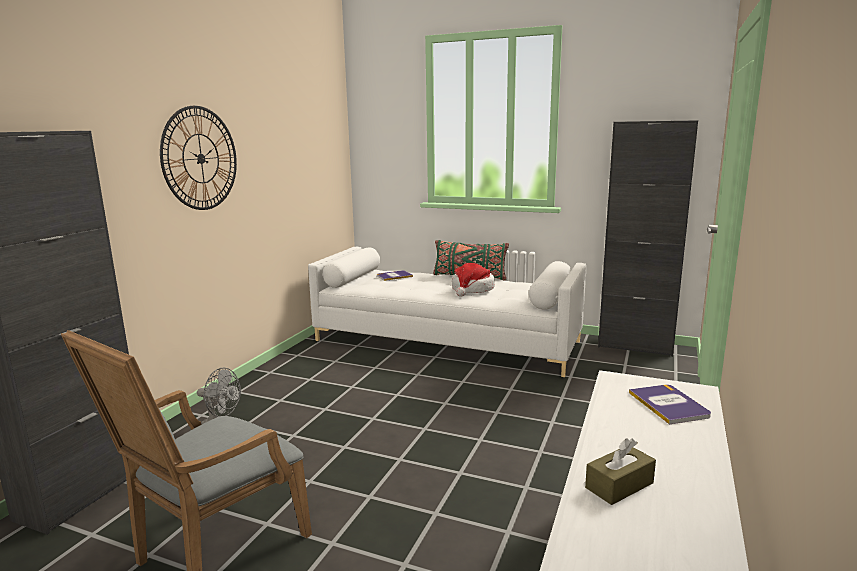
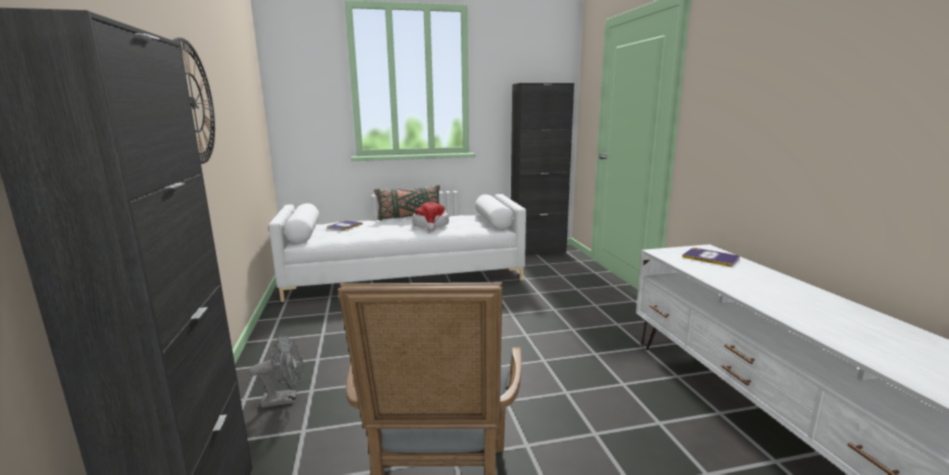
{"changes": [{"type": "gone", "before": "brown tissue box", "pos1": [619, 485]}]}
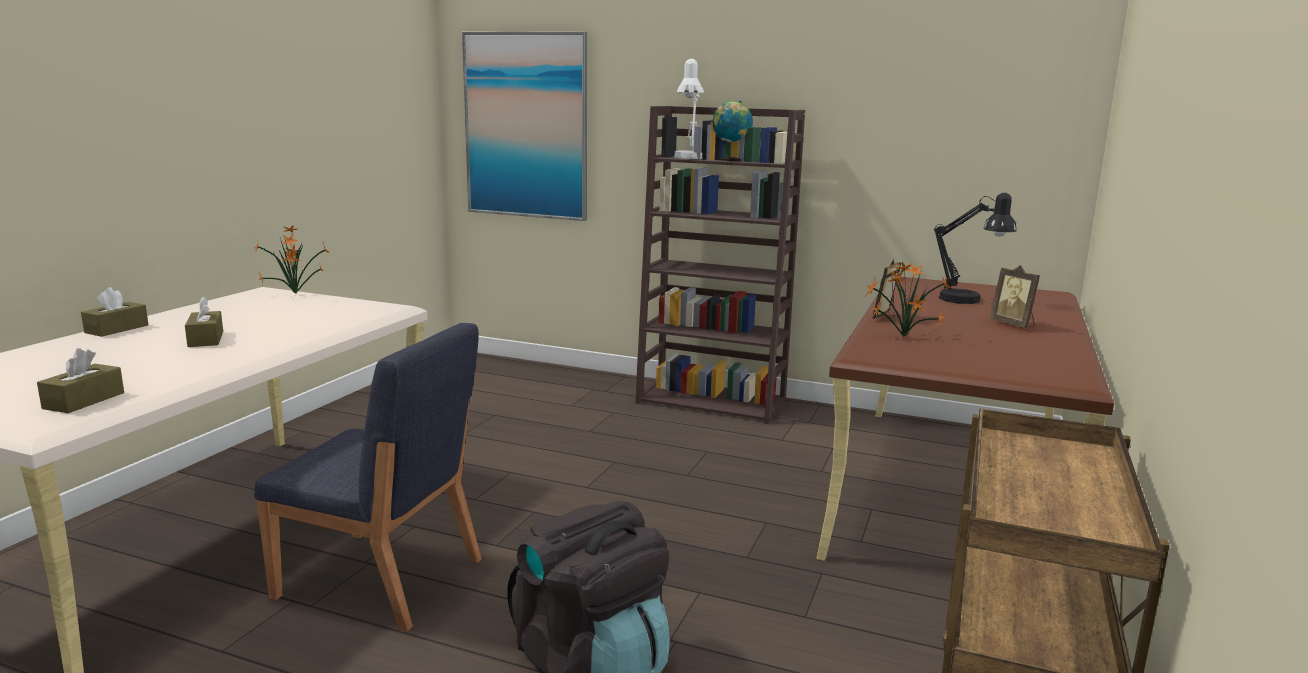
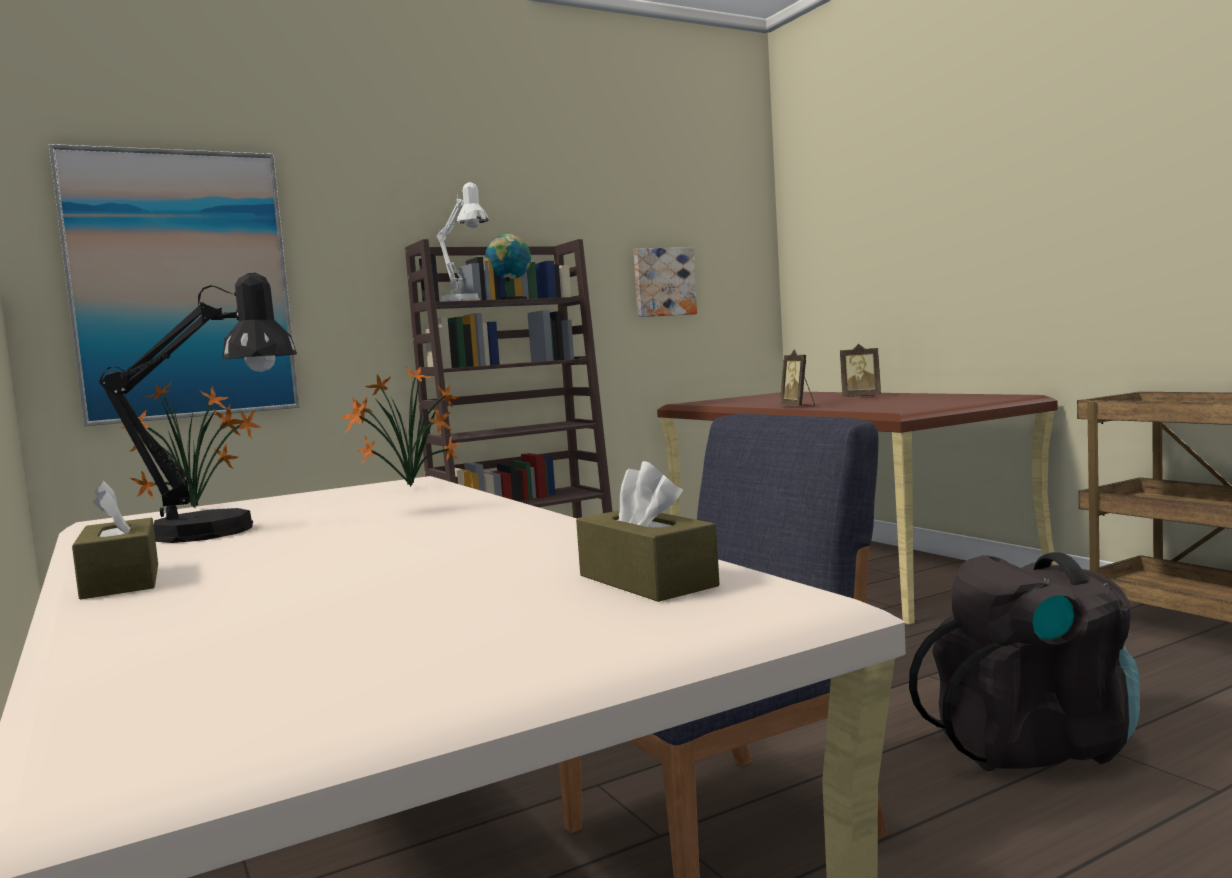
{"changes": [{"type": "shifted", "before": "black table lamp", "pos1": [968, 300], "pos2": [226, 530]}, {"type": "shifted", "before": "potted plant", "pos1": [901, 337], "pos2": [407, 487]}, {"type": "new", "after": "picture", "pos2": [663, 282]}, {"type": "gone", "before": "brown tissue box", "pos1": [206, 339]}]}
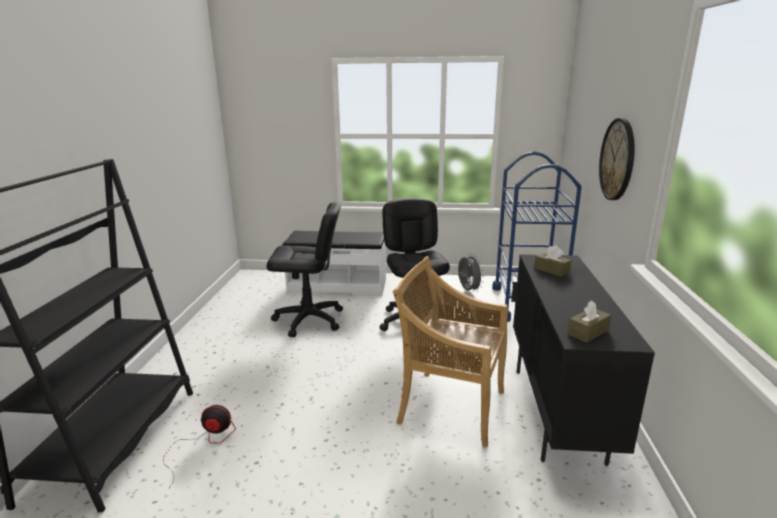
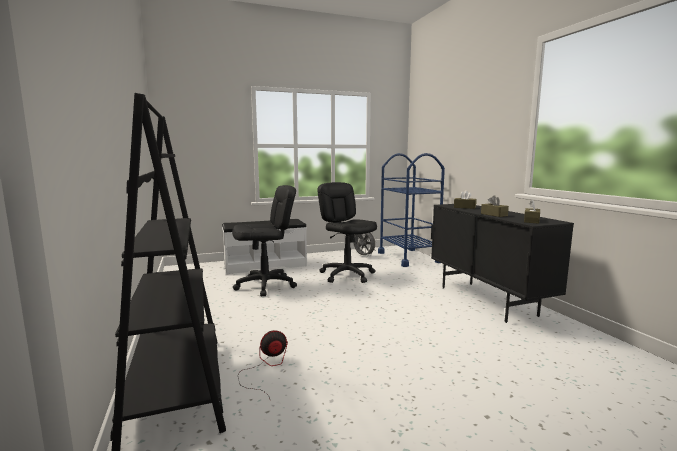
{"changes": [{"type": "new", "after": "brown tissue box", "pos2": [494, 215]}, {"type": "gone", "before": "beige chair", "pos1": [450, 406]}, {"type": "gone", "before": "wall clock", "pos1": [617, 159]}]}
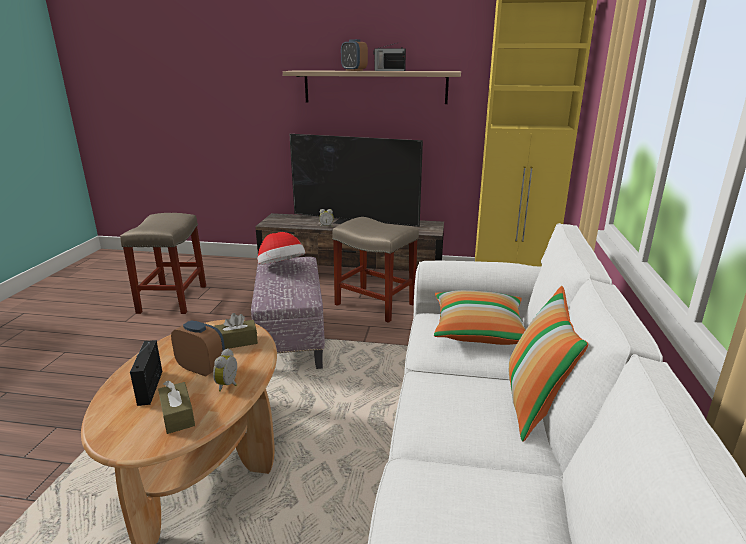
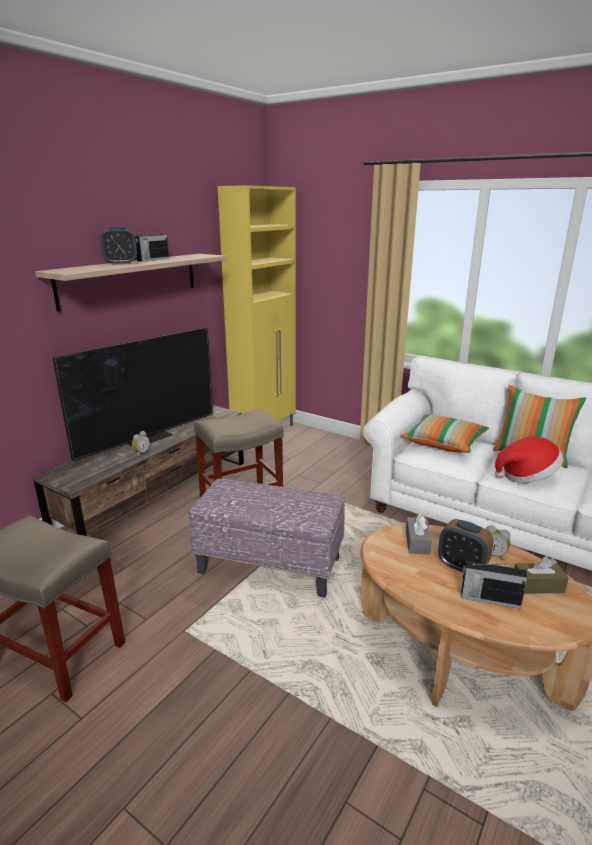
{"changes": [{"type": "repainted", "before": "brown tissue box", "after": "grey tissue box", "pos1": [236, 342], "pos2": [417, 542]}, {"type": "rotated", "before": "alarm clock", "pos1": [202, 368], "pos2": [462, 566], "turn": -105}, {"type": "shifted", "before": "hat", "pos1": [281, 268], "pos2": [526, 476]}]}
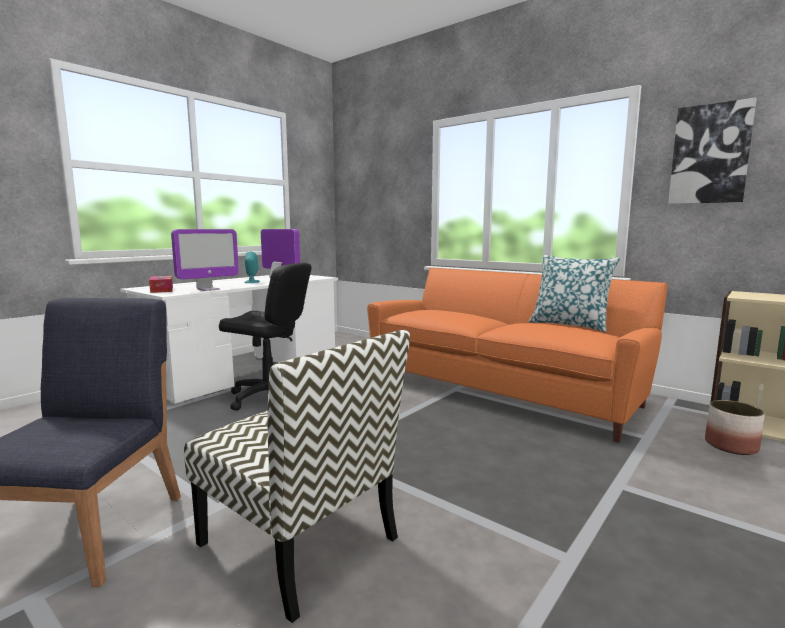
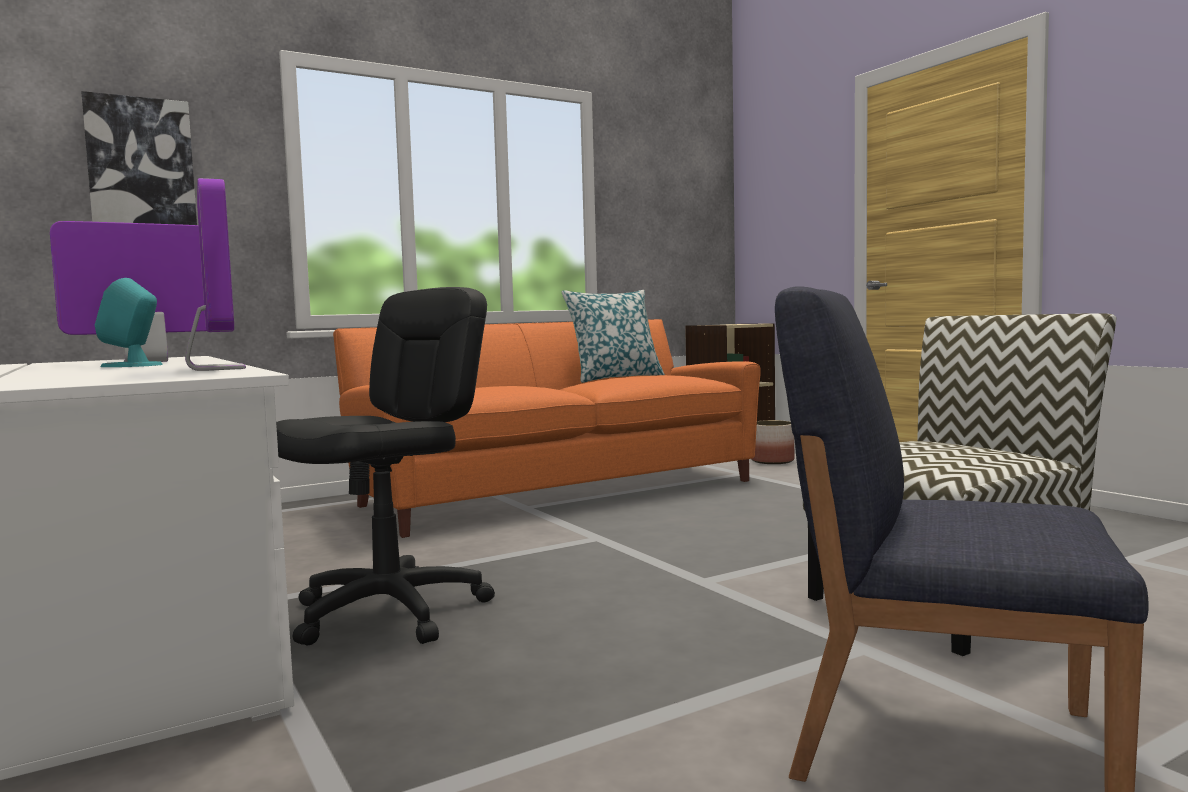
{"changes": [{"type": "shifted", "before": "picture", "pos1": [710, 154], "pos2": [141, 169]}, {"type": "gone", "before": "tissue box", "pos1": [162, 290]}]}
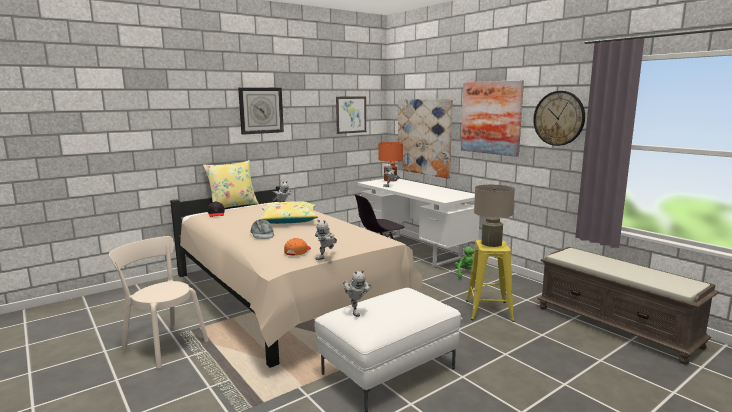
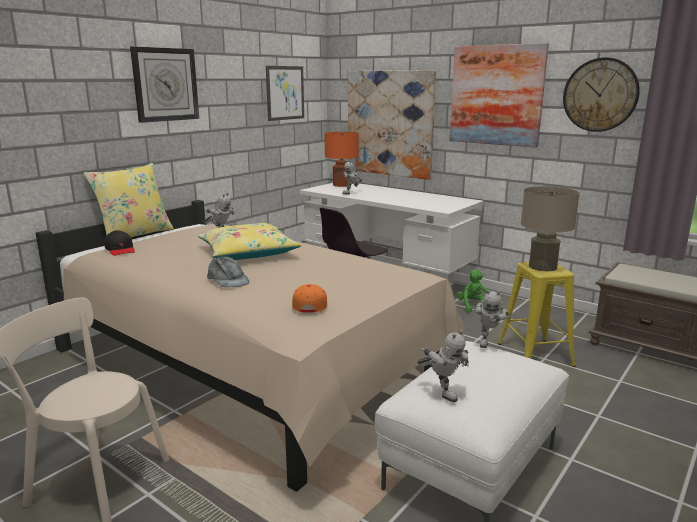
{"changes": [{"type": "shifted", "before": "toy robot", "pos1": [327, 258], "pos2": [488, 342]}]}
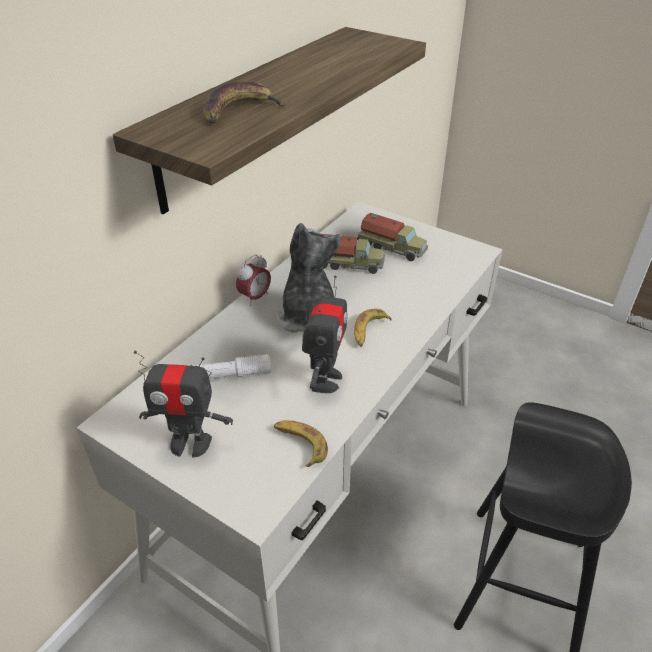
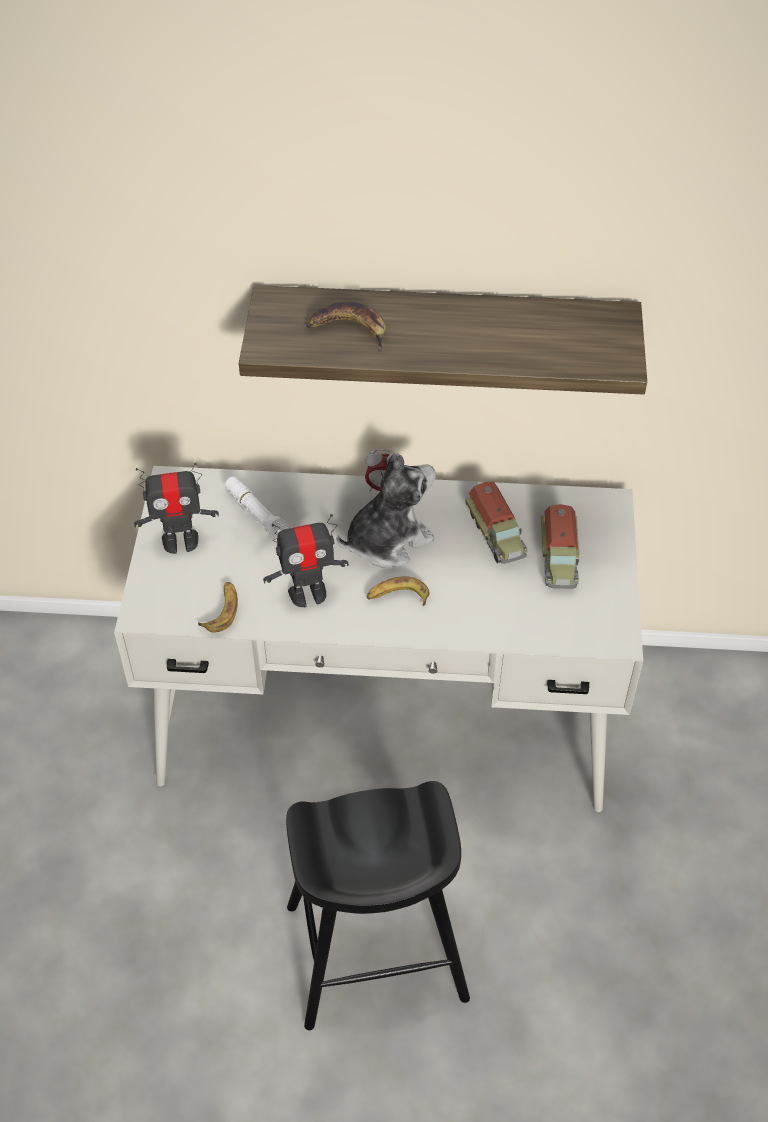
{"changes": [{"type": "rotated", "before": "toy robot", "pos1": [190, 443], "pos2": [180, 541], "turn": -75}]}
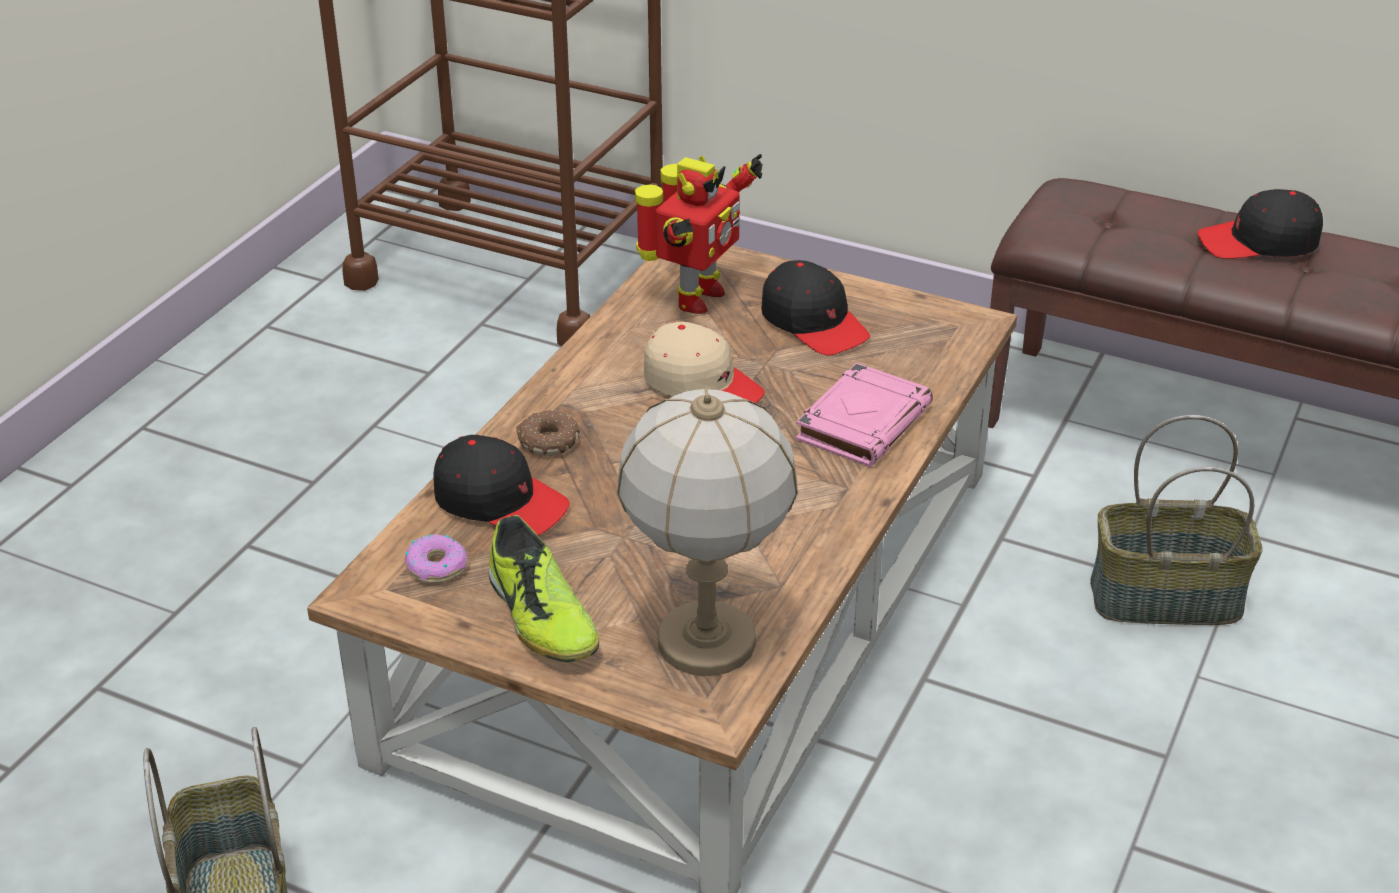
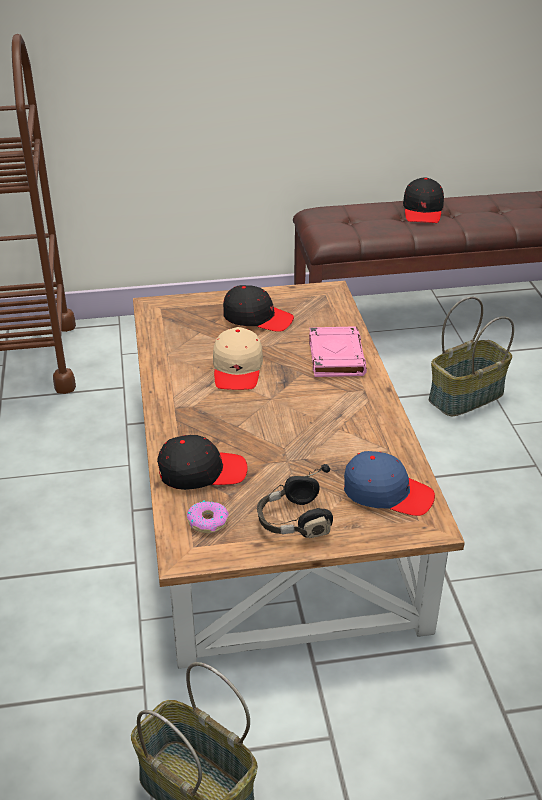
{"changes": [{"type": "rotated", "before": "beige cap", "pos1": [702, 385], "pos2": [237, 369], "turn": 90}, {"type": "swapped", "before": "shoe", "after": "black headphones", "pos1": [541, 617], "pos2": [294, 521]}, {"type": "swapped", "before": "table lamp", "after": "blue cap", "pos1": [707, 641], "pos2": [387, 493]}, {"type": "rotated", "before": "black cap", "pos1": [1259, 242], "pos2": [423, 210], "turn": -45}, {"type": "gone", "before": "donut", "pos1": [547, 441]}, {"type": "gone", "before": "toy robot", "pos1": [695, 298]}]}
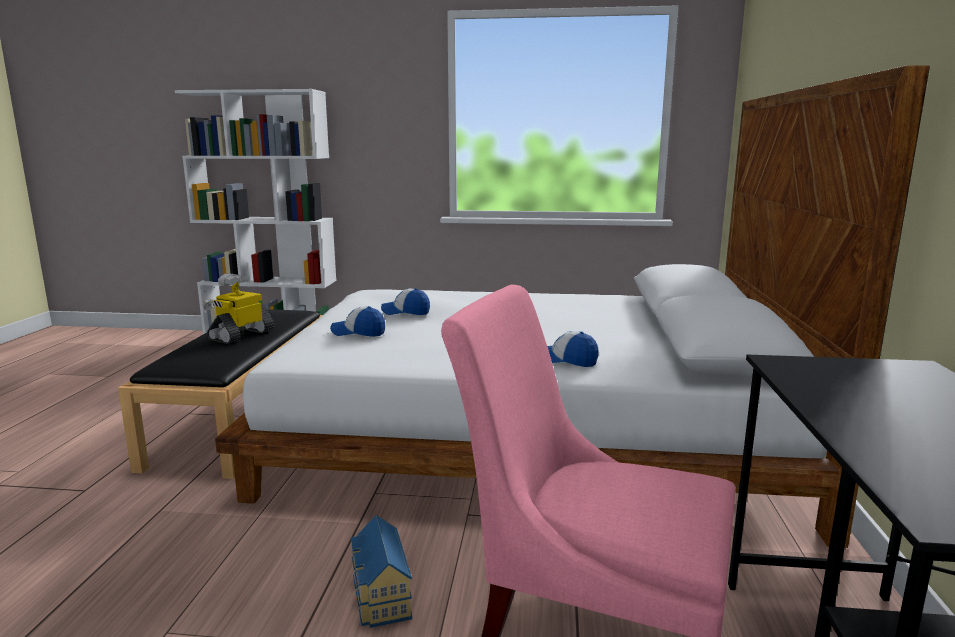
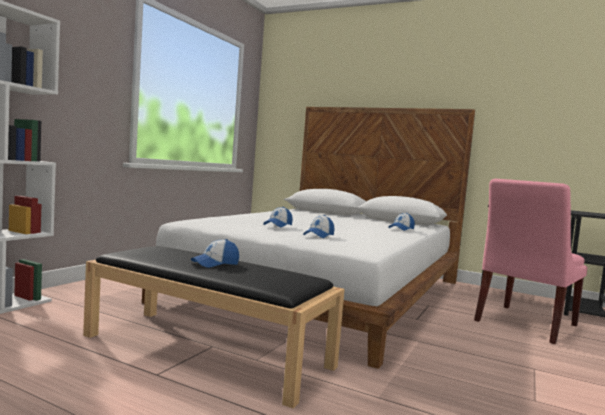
{"changes": [{"type": "swapped", "before": "toy robot", "after": "cap", "pos1": [241, 335], "pos2": [215, 264]}, {"type": "gone", "before": "toy house", "pos1": [379, 596]}]}
